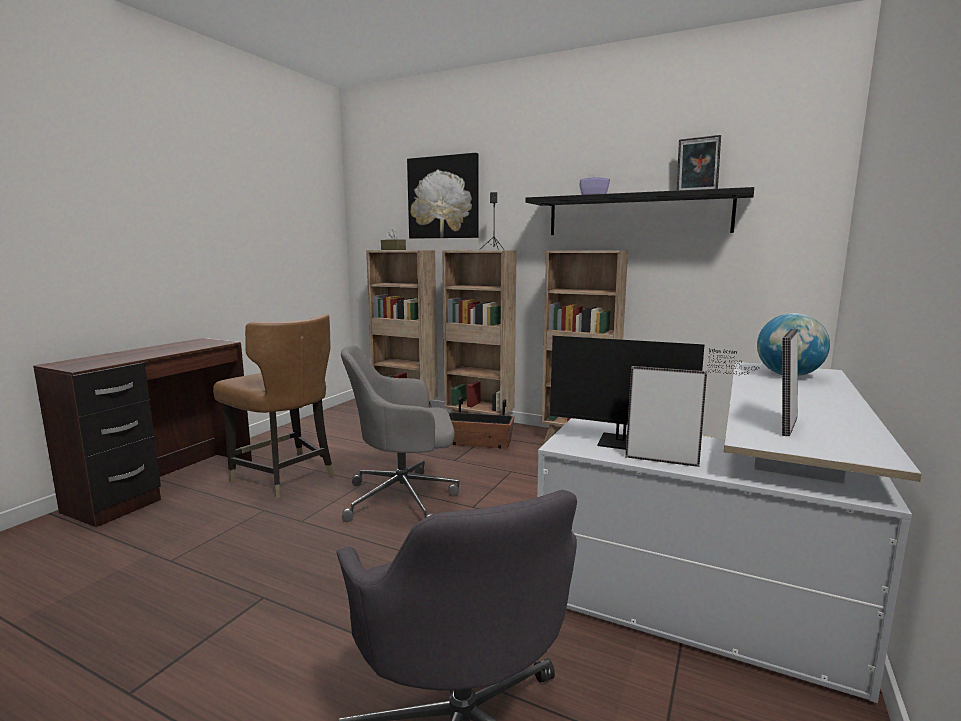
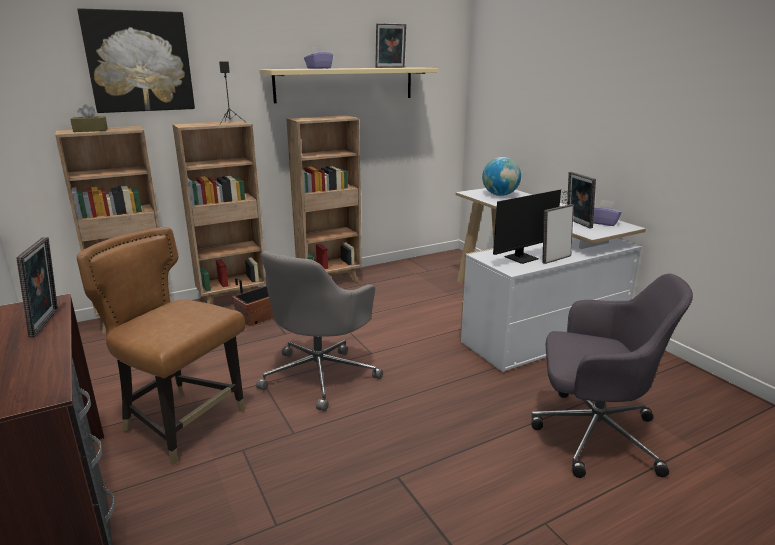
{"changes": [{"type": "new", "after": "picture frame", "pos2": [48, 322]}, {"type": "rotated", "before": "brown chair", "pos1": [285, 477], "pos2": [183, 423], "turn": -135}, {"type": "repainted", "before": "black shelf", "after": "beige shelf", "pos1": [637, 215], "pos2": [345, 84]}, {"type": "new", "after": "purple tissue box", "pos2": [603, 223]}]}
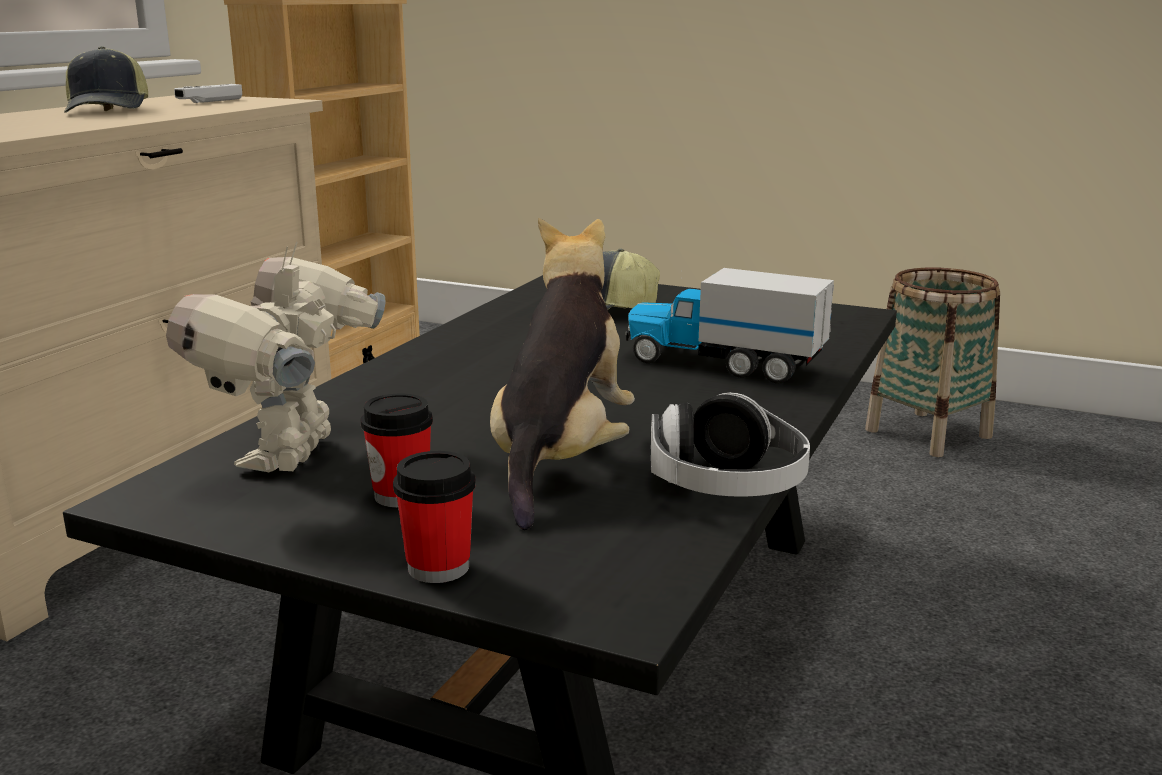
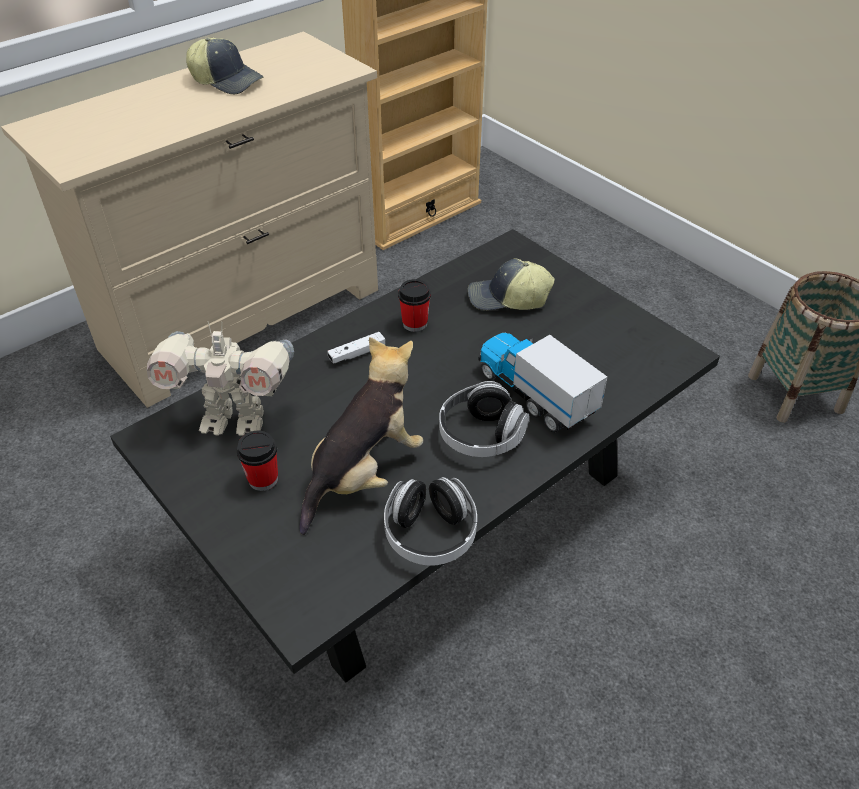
{"changes": [{"type": "rotated", "before": "toy robot", "pos1": [295, 455], "pos2": [234, 420], "turn": -120}, {"type": "rotated", "before": "cap", "pos1": [110, 110], "pos2": [227, 81], "turn": -75}, {"type": "shifted", "before": "white game controller", "pos1": [210, 101], "pos2": [357, 353]}, {"type": "shifted", "before": "cup", "pos1": [438, 567], "pos2": [415, 323]}, {"type": "new", "after": "headphones", "pos2": [481, 435]}]}
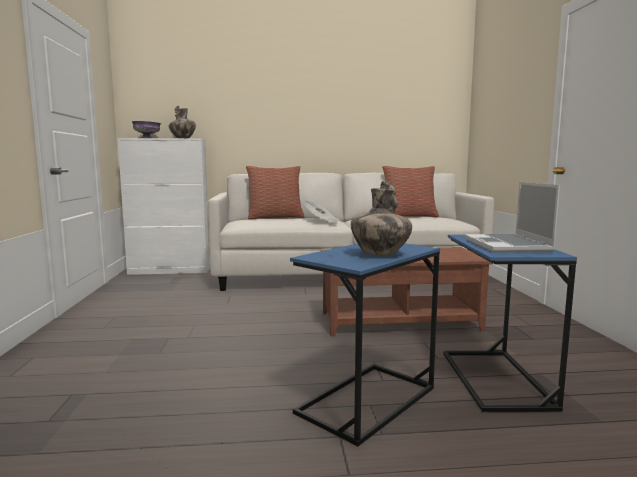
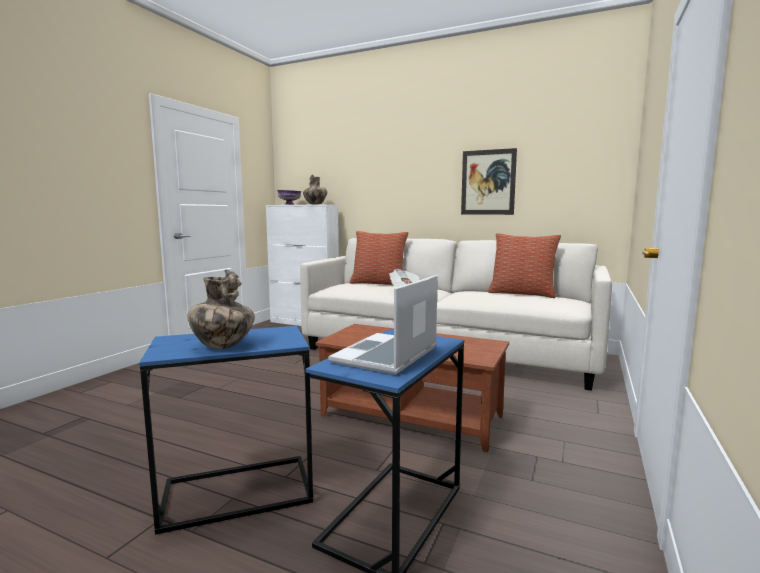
{"changes": [{"type": "new", "after": "picture", "pos2": [488, 182]}]}
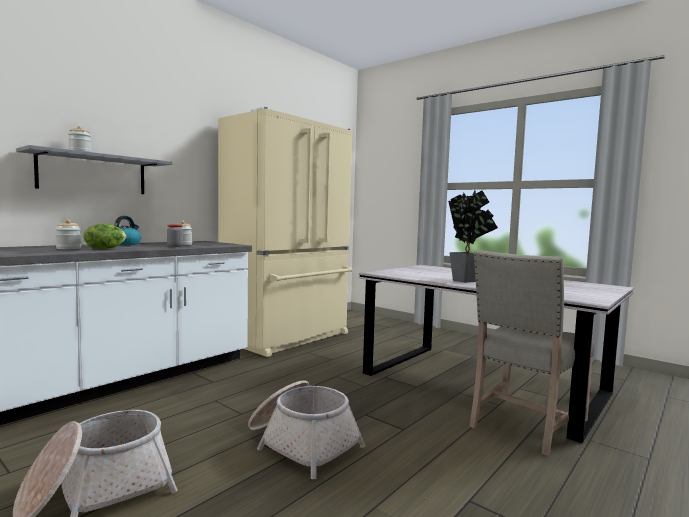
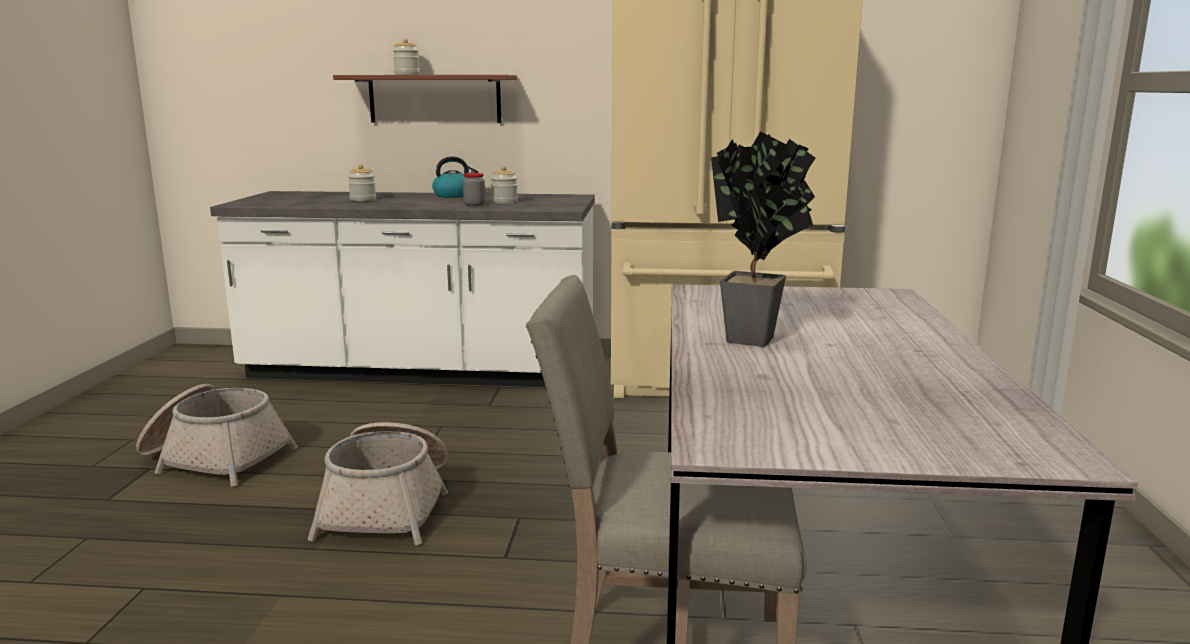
{"changes": [{"type": "repainted", "before": "grey shelf", "after": "brown shelf", "pos1": [93, 174], "pos2": [435, 99]}, {"type": "gone", "before": "lettuce", "pos1": [105, 248]}]}
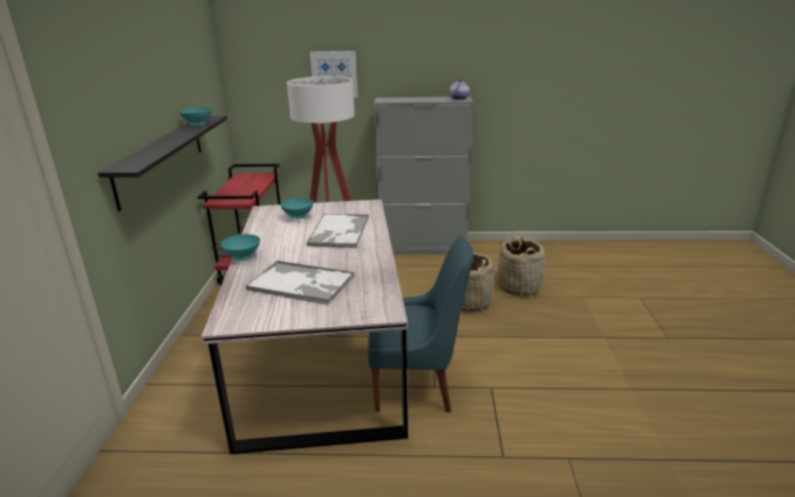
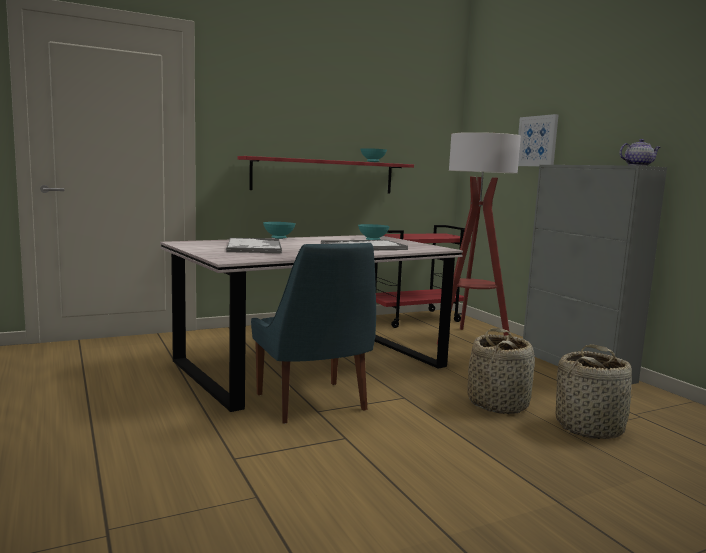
{"changes": [{"type": "repainted", "before": "black shelf", "after": "red shelf", "pos1": [161, 158], "pos2": [324, 176]}]}
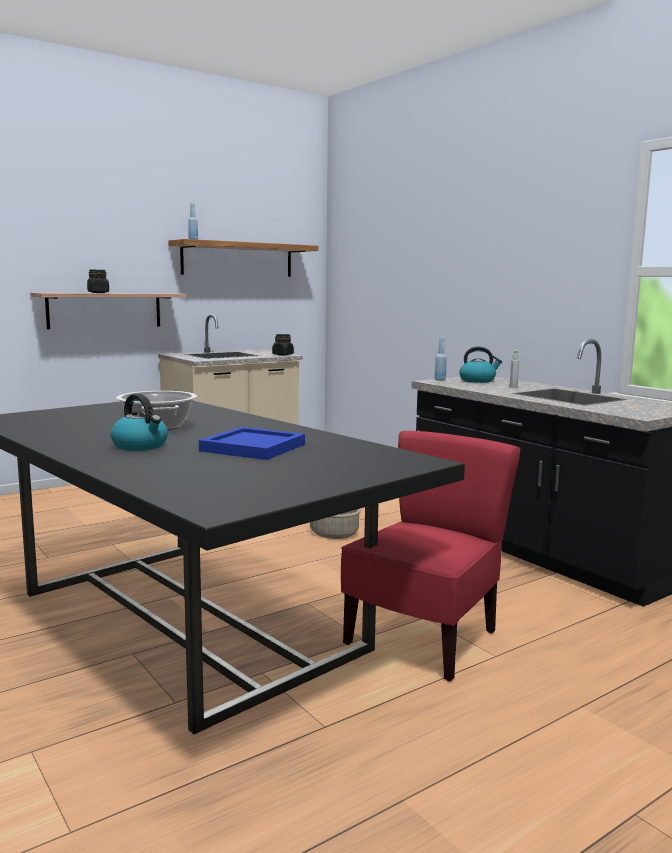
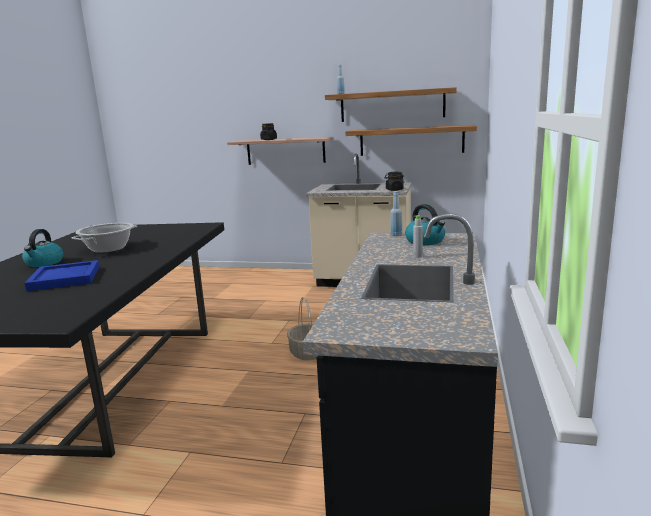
{"changes": [{"type": "new", "after": "shelf", "pos2": [411, 140]}, {"type": "gone", "before": "red chair", "pos1": [424, 639]}]}
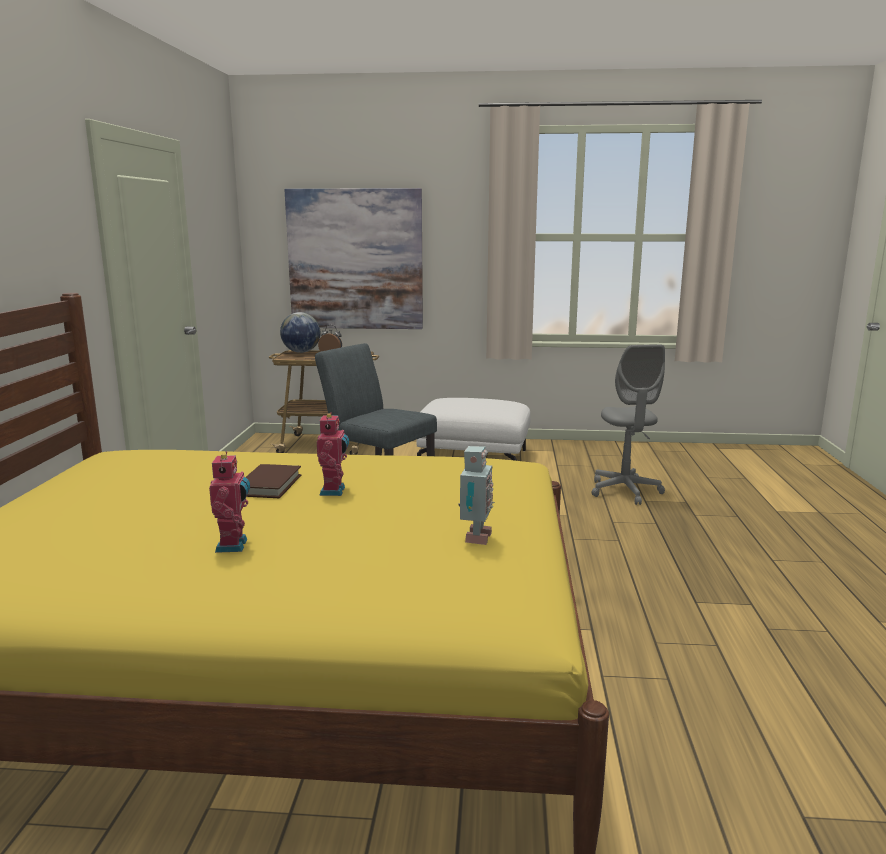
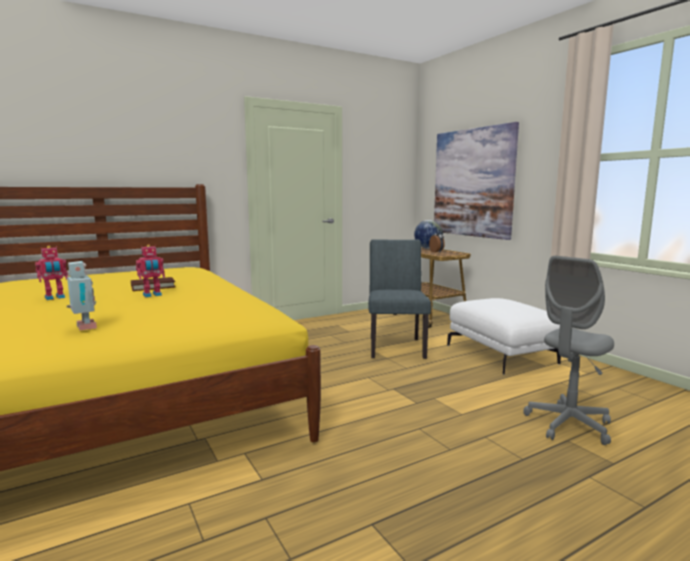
{"changes": [{"type": "rotated", "before": "toy robot", "pos1": [475, 538], "pos2": [84, 328], "turn": -105}]}
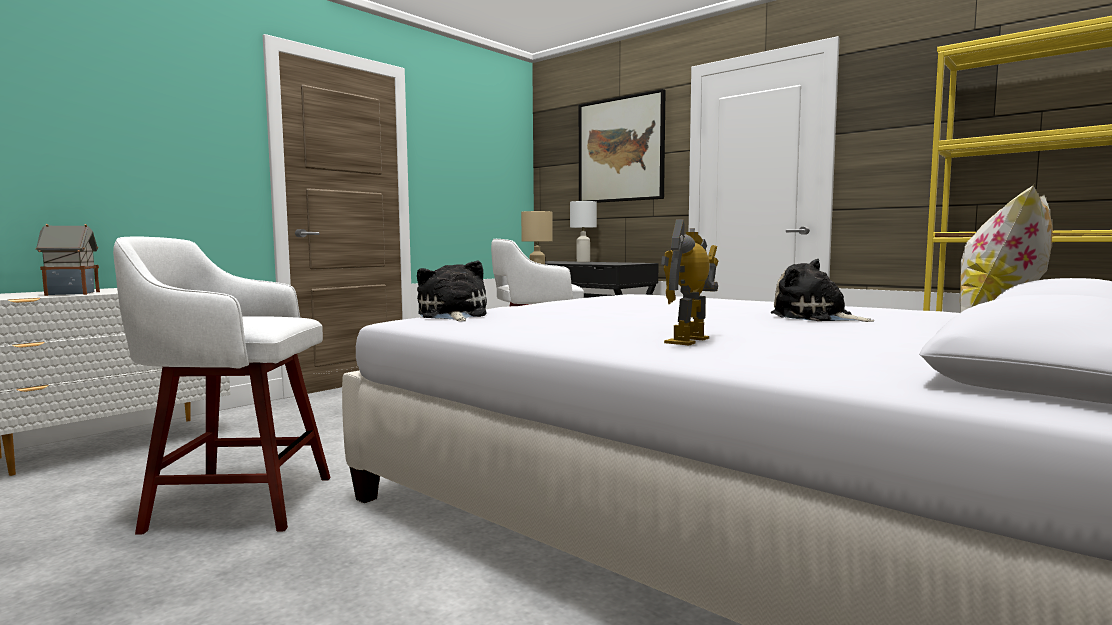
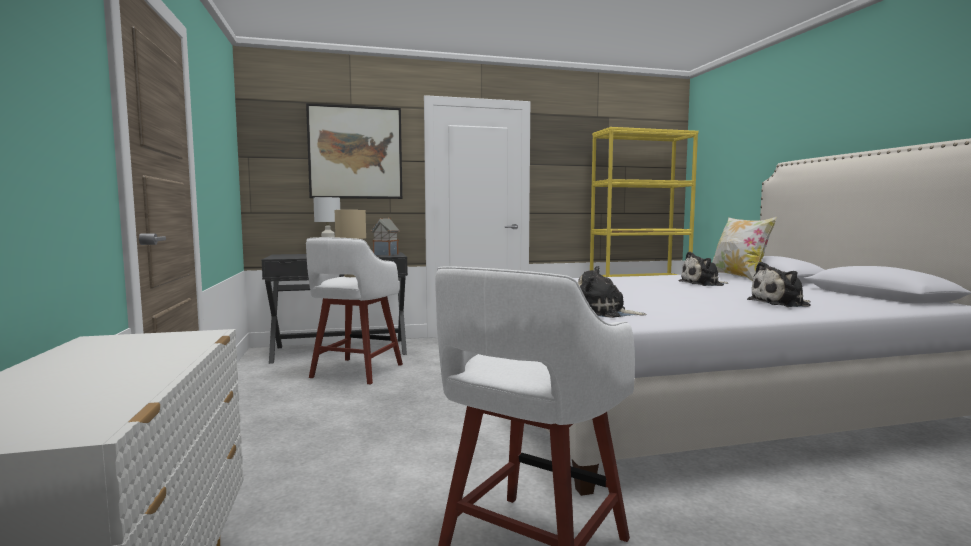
{"changes": [{"type": "shifted", "before": "toy house", "pos1": [71, 293], "pos2": [385, 254]}, {"type": "swapped", "before": "toy robot", "after": "plush toy", "pos1": [689, 341], "pos2": [781, 303]}]}
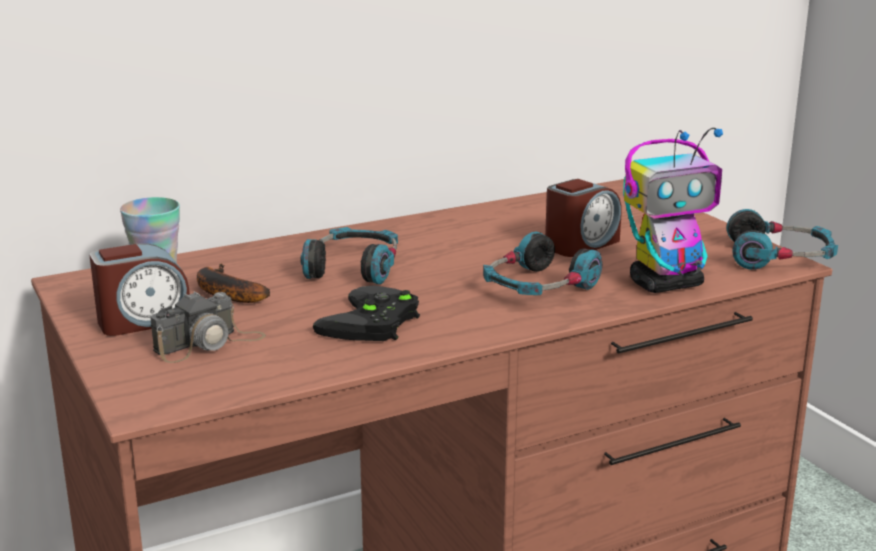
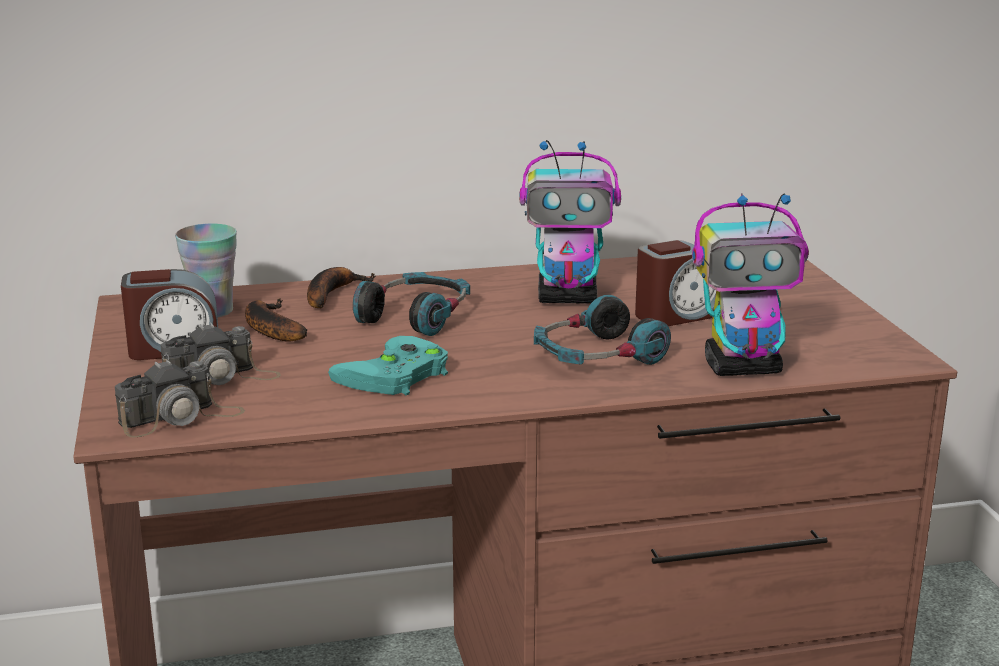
{"changes": [{"type": "new", "after": "photo camera", "pos2": [181, 418]}, {"type": "new", "after": "banana", "pos2": [331, 294]}, {"type": "repainted", "before": "black game controller", "after": "turquoise game controller", "pos1": [372, 324], "pos2": [394, 376]}, {"type": "new", "after": "toy robot", "pos2": [568, 298]}, {"type": "gone", "before": "headphones", "pos1": [779, 257]}]}
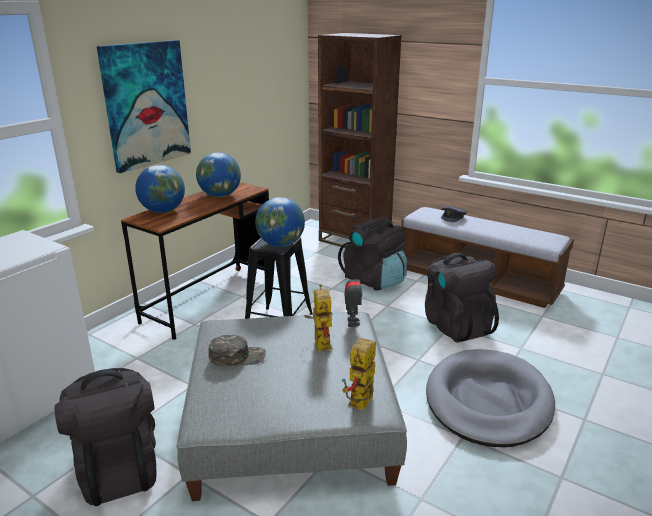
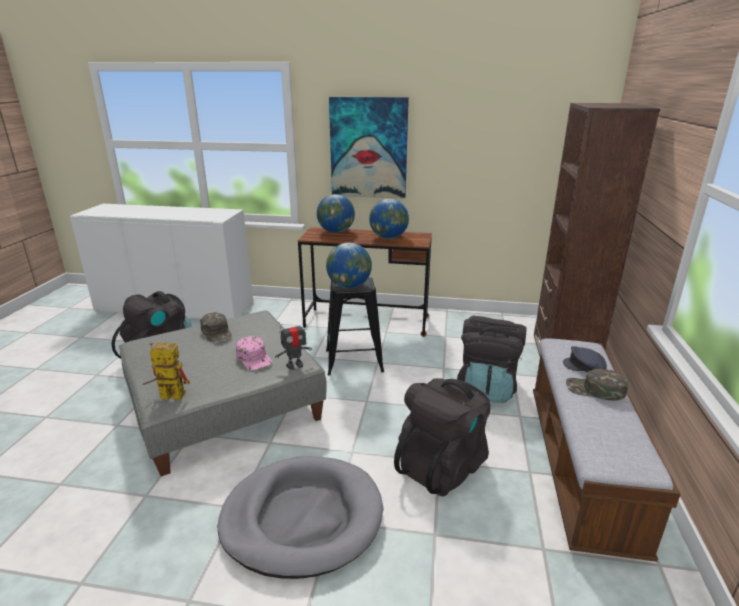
{"changes": [{"type": "swapped", "before": "toy robot", "after": "pink cap", "pos1": [319, 341], "pos2": [254, 358]}, {"type": "new", "after": "green cap", "pos2": [595, 390]}]}
